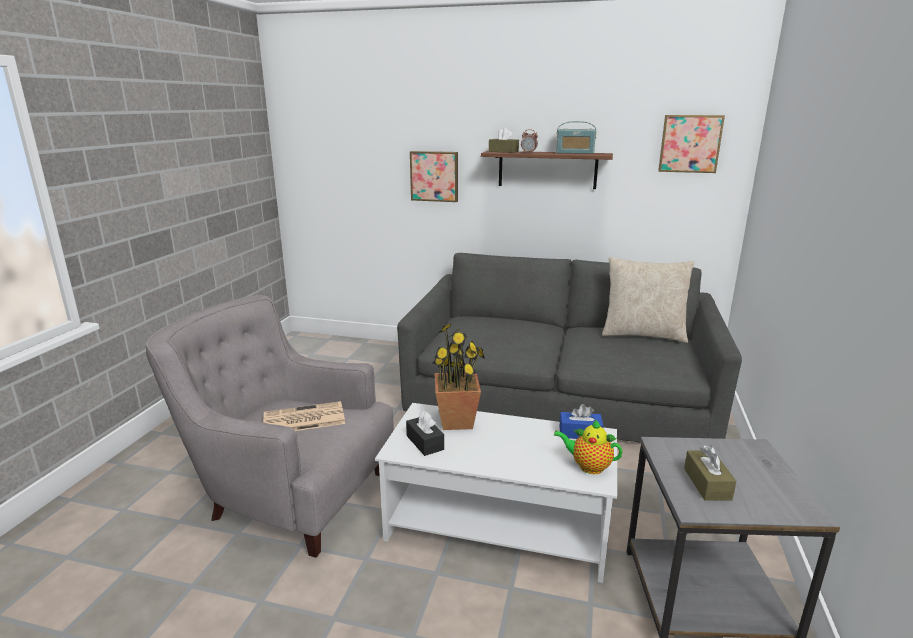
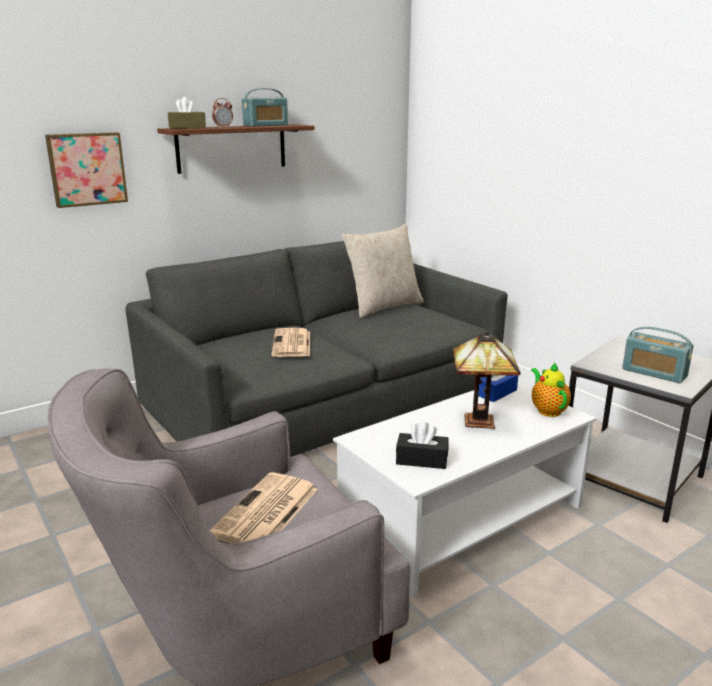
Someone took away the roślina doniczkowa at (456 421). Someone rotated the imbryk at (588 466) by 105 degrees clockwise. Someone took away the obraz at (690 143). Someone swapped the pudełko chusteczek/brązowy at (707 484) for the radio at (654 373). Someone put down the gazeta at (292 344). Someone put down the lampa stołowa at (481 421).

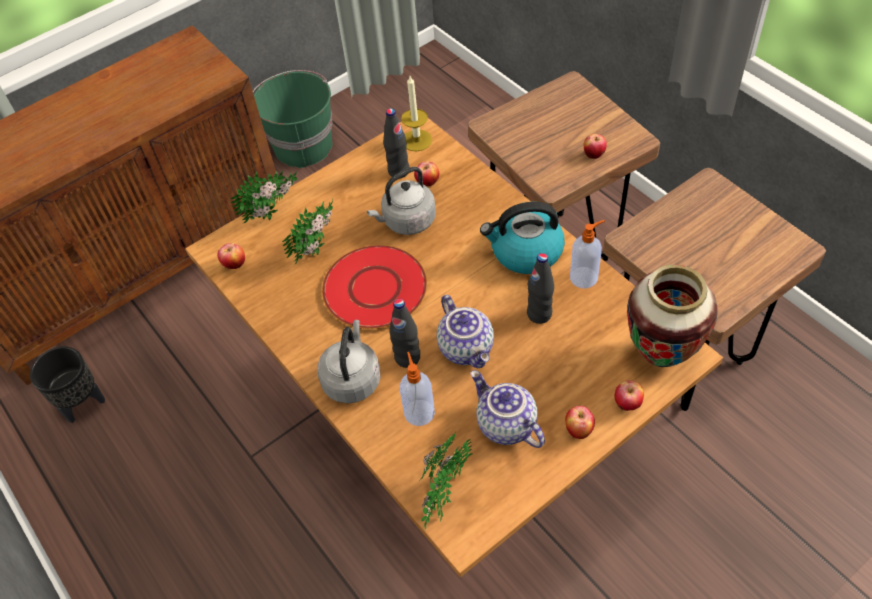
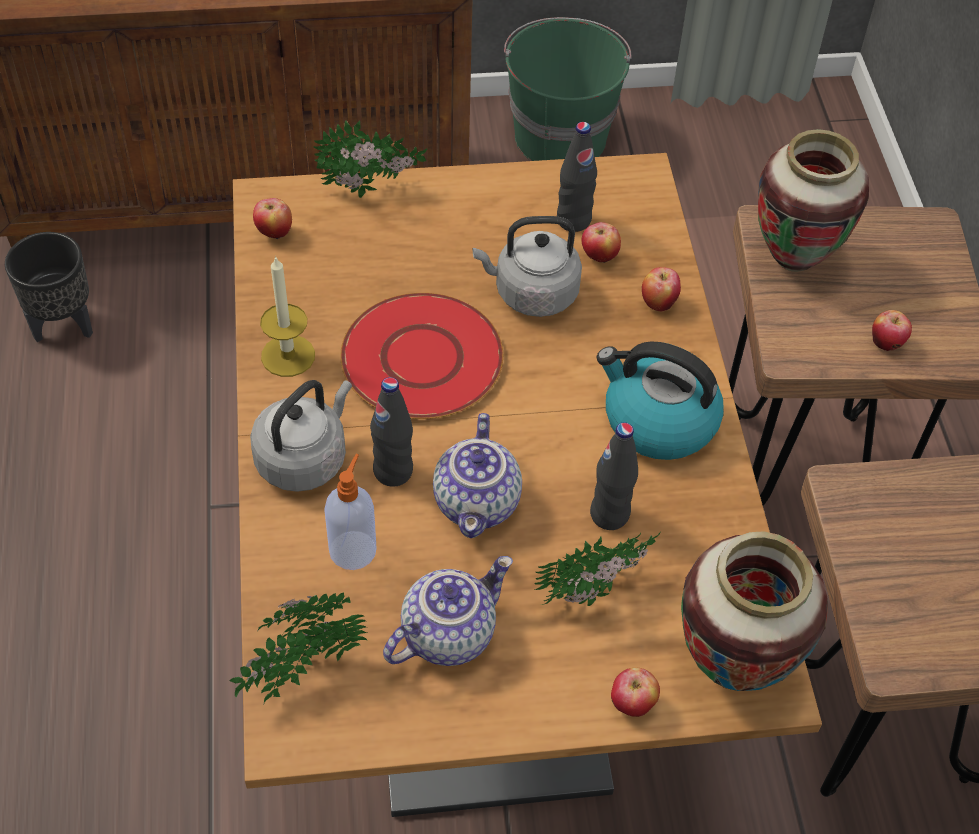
Someone carried the roślina doniczkowa from (318 248) to (597 593). Someone carried the świeca from (417 140) to (288 355). Someone rotated the imbryk at (505 425) by 60 degrees clockwise. Someone carried the jabłko from (578 430) to (658 303). Someone took away the dozownik mydła at (584 277). Someone put down the wazon at (794 259).

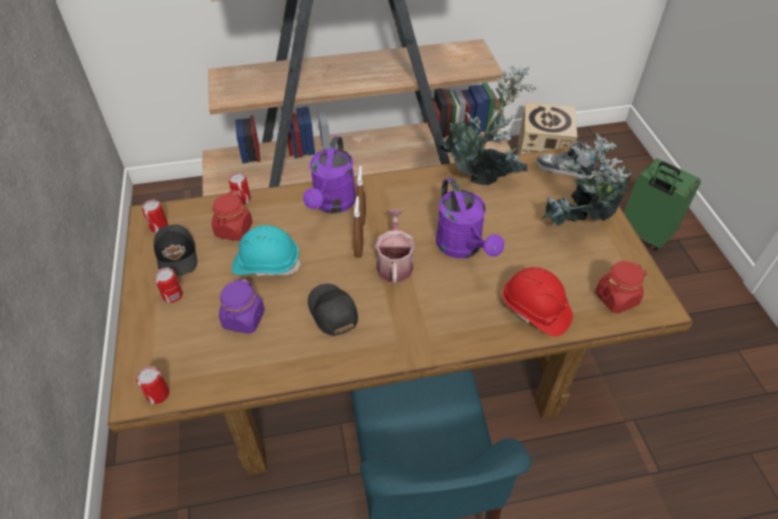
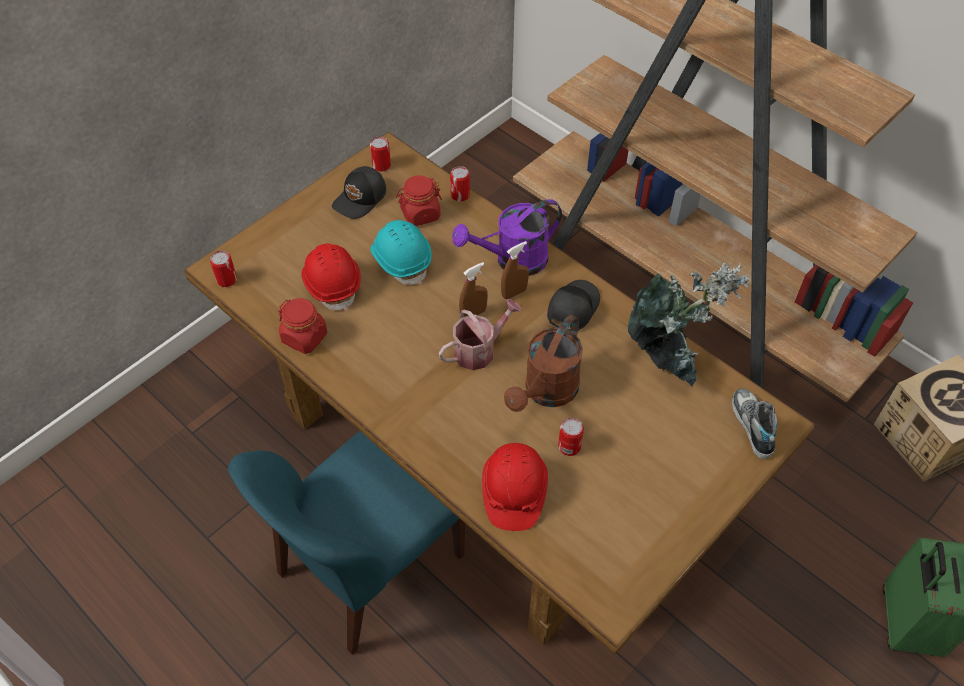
Someone carried the puszka from (172 295) to (569 446). Someone swapped the słoik/fioletowy at (244 319) for the kask/czerwony at (332 283). Someone carried the czapka z daszkiem/czarny from (332 312) to (572 308). Someone repainted the konewka/fioletowy at (463 248), which became the konewka/brązowy at (546 392). Someone took away the roślina doniczkowa at (578 227). Someone carried the słoik/czerwony from (616 298) to (305 337).

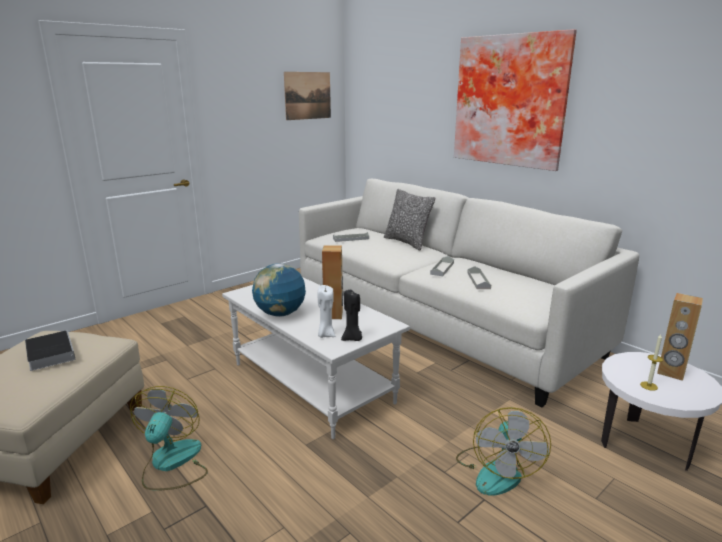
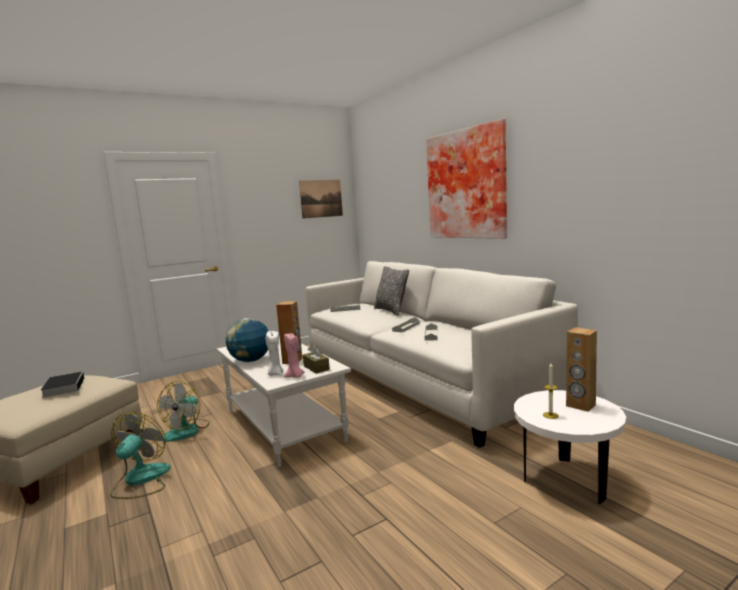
Someone repainted the świeca/czarny at (352 339), which became the świeca/różowy at (295 376). Someone carried the wentylator from (497 470) to (187 431). Someone put down the pudełko chusteczek/brązowy at (316 368).

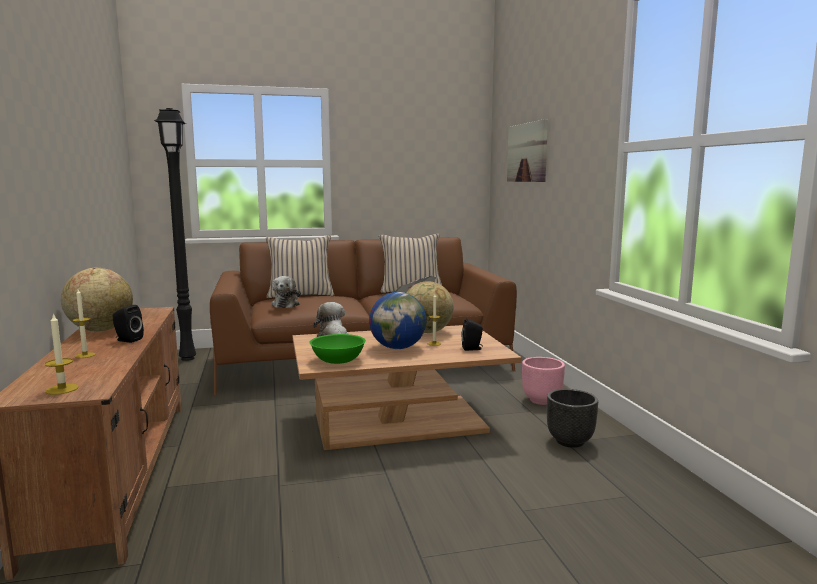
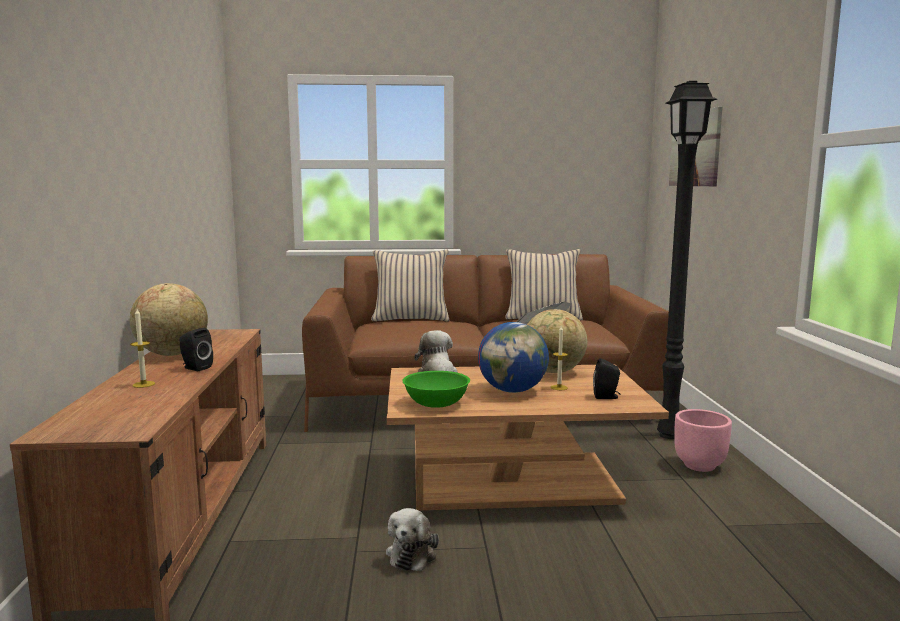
Someone took away the świeca at (62 389). Someone carried the lampa stojąca/czarny from (189 358) to (669 435). Someone carried the pluszak from (286 304) to (412 553). Someone took away the donica/czarny at (570 441).

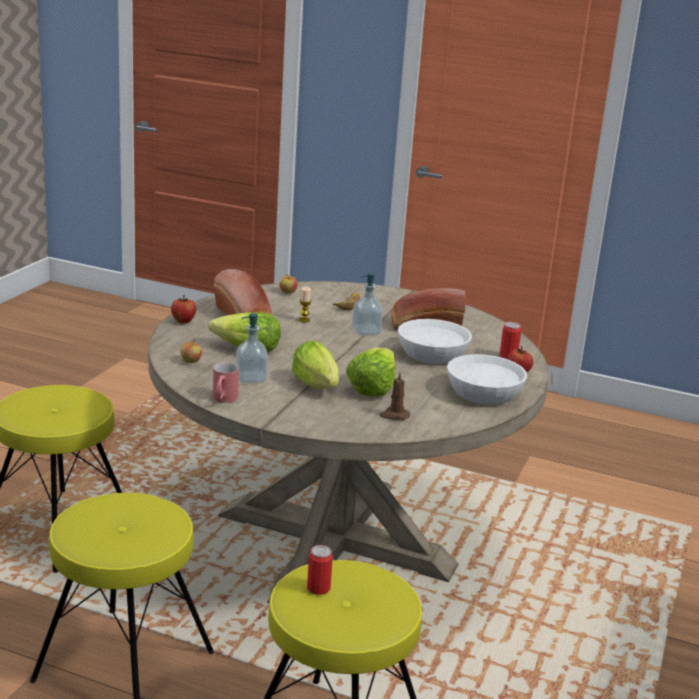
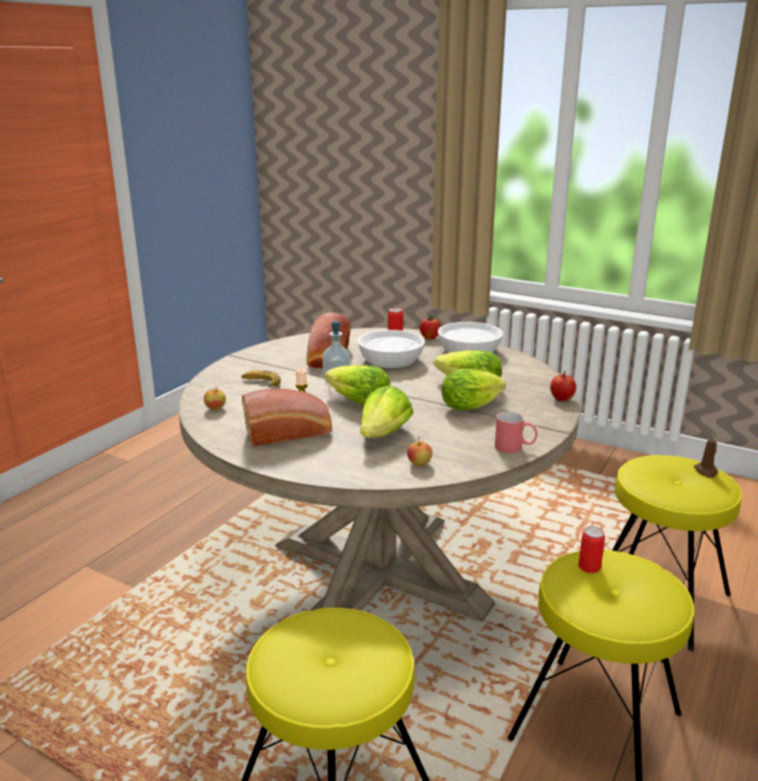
Someone carried the jabłko from (183 321) to (562 398). Someone took away the dozownik mydła at (251 378). Someone carried the puszka from (318 588) to (589 567). Someone carried the świeca/brązowy from (394 415) to (706 471). Someone put down the sałata at (358 402).

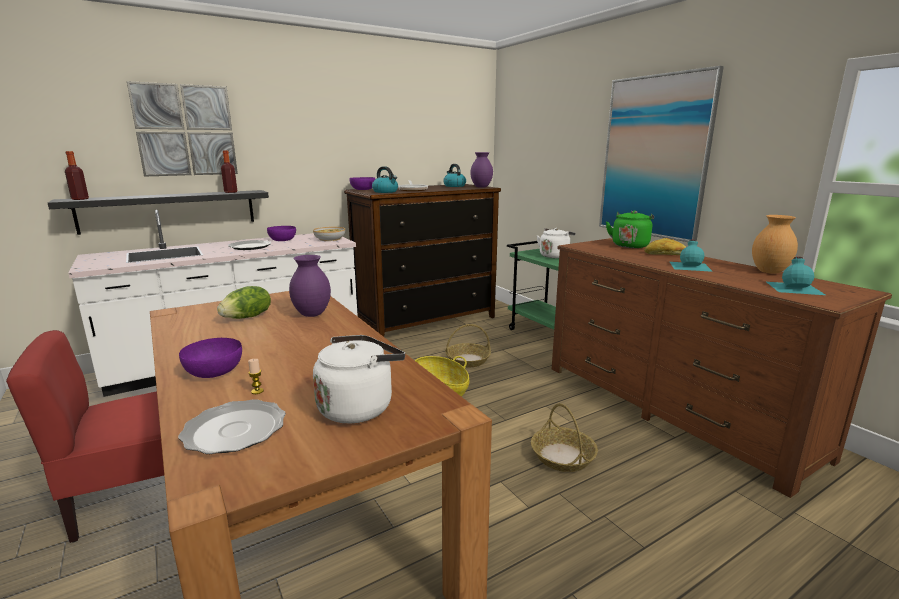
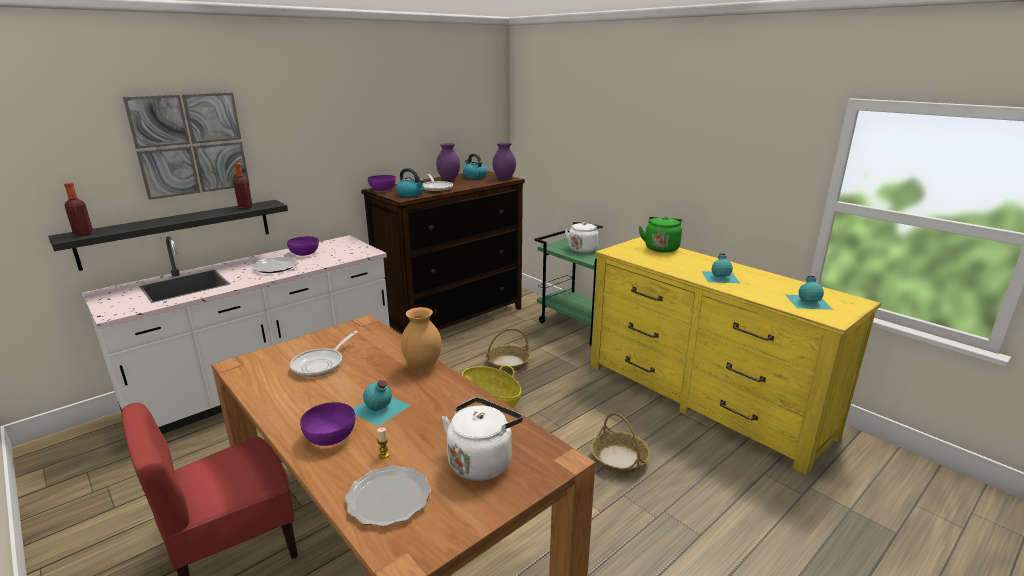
Someone swapped the sałata at (248 317) for the patelnia at (321 364). Someone carried the wazon/fioletowy from (311 314) to (448 179). Someone took away the miska at (330 239). Someone repainted the komoda/brązowy at (670 408), which became the komoda/żółty at (703 398). Someone took away the obraz at (654 157). Someone took away the chleb at (665 254). Someone carried the wazon/brązowy from (769 272) to (423 365). Someone put down the butelka/turkusowy at (379 408).

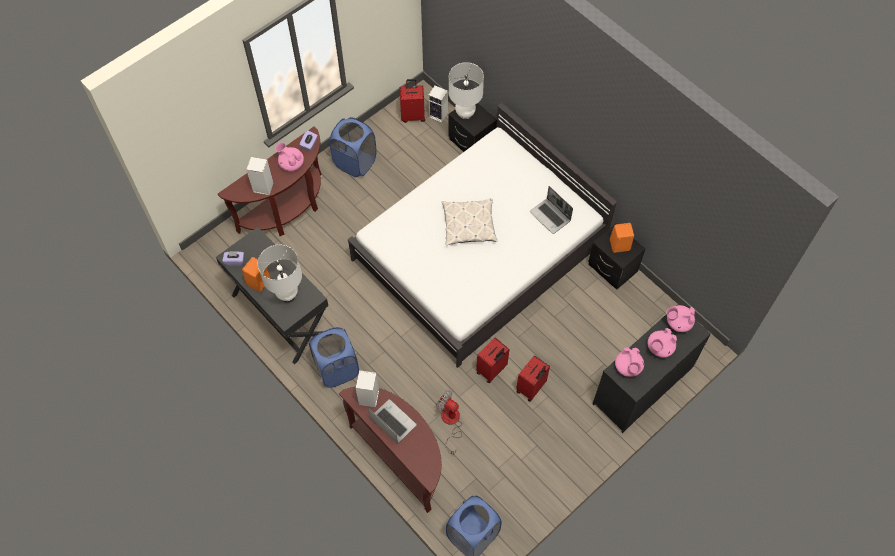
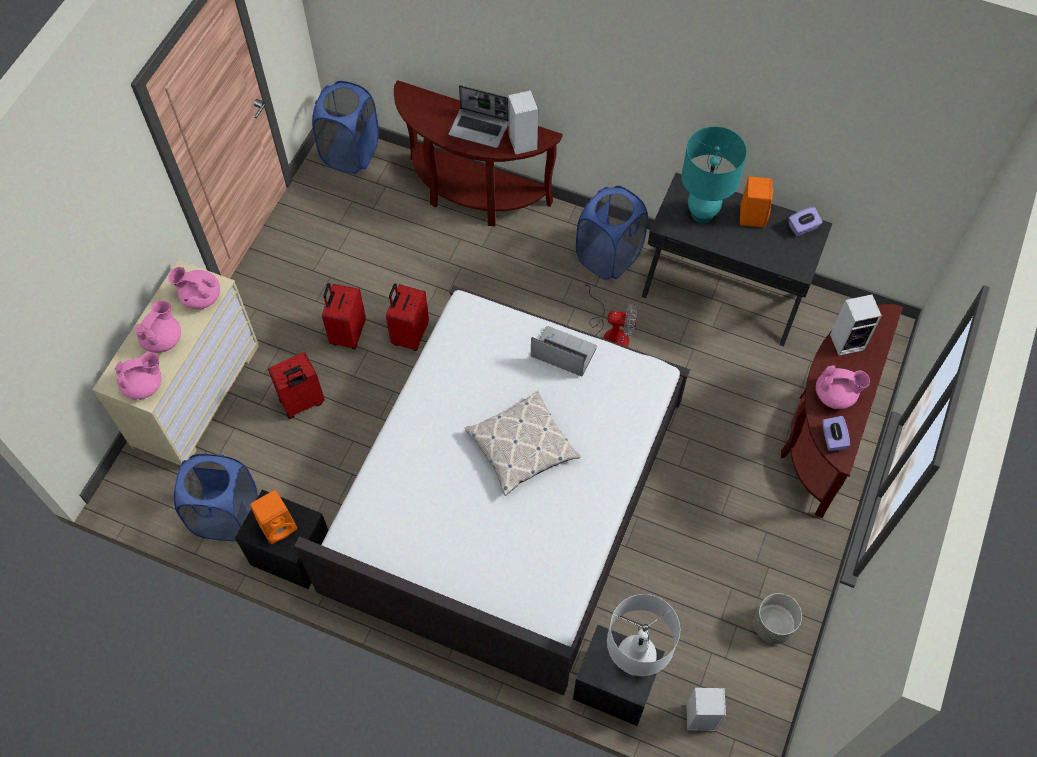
Someone repainted the lampa stołowa/biały at (287 295), which became the lampa stołowa/turkusowy at (702 214). Someone carried the kosz na pranie/niebieski from (355 162) to (227 516). Someone carried the walizka/czerwony from (413 115) to (302 403). Someone carried the wentylator from (450 422) to (611 332). Someone carried the laptop from (550 216) to (562 353). Someone repainted the komoda/czarny at (643 387), which became the komoda/beżowy at (196 395). Someone rotated the imbryk/różowy at (628 367) by 45 degrees counterclockwise. Someone put down the donica/szary at (773 625).

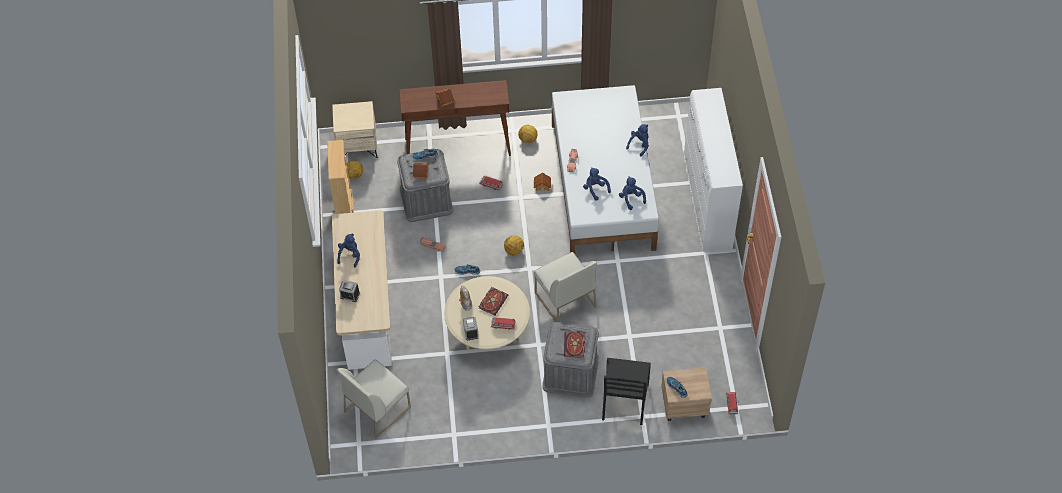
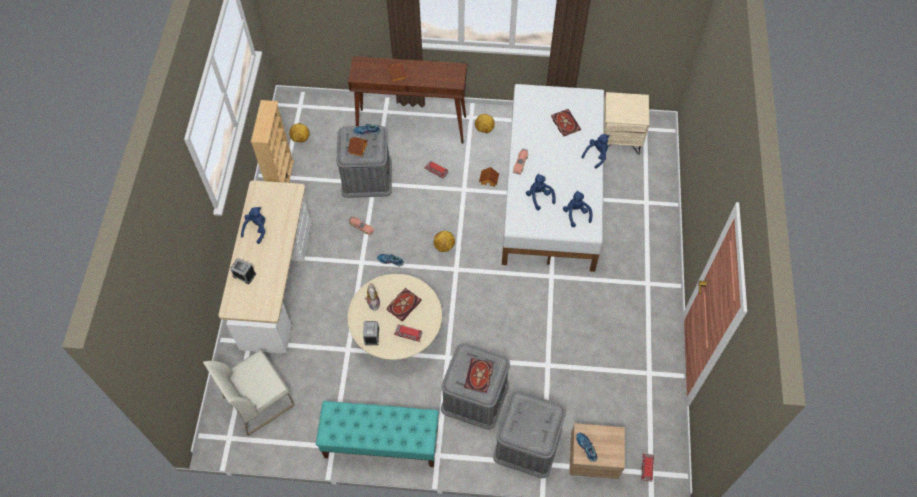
Someone carried the szafka nocna/beżowy from (358 146) to (619 139). Someone took away the krzesło/biały at (564 300). Someone swapped the krzesło/czarny at (624 402) for the pojemnik do przechowywania/szary at (527 443). Someone took away the komoda/biały at (706 203). Someone put down the ławka/turkusowy at (381 443). Someone put down the książka at (564 123).

